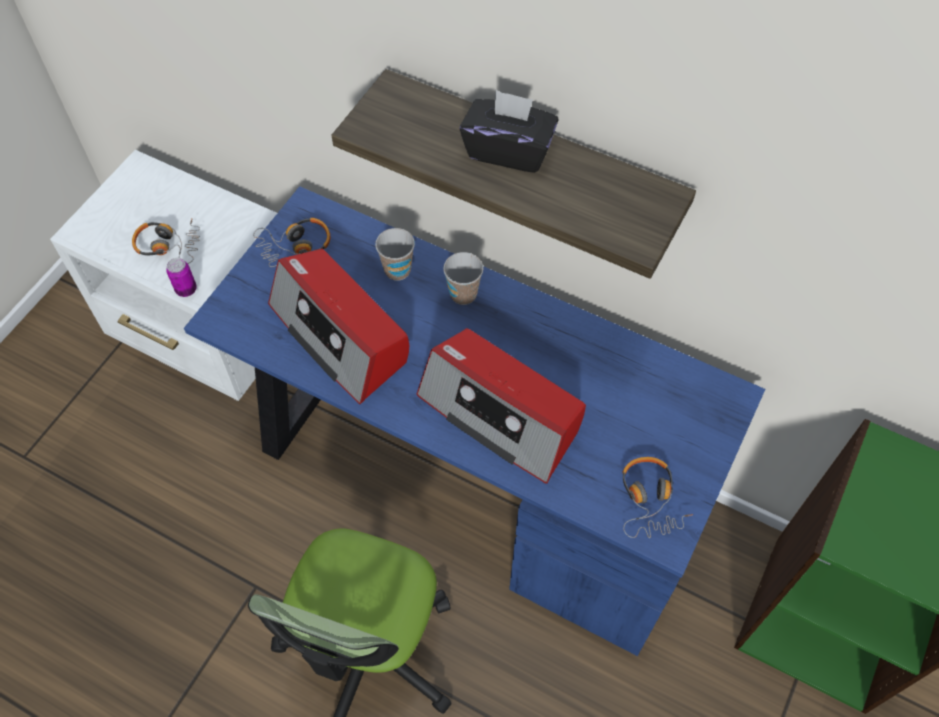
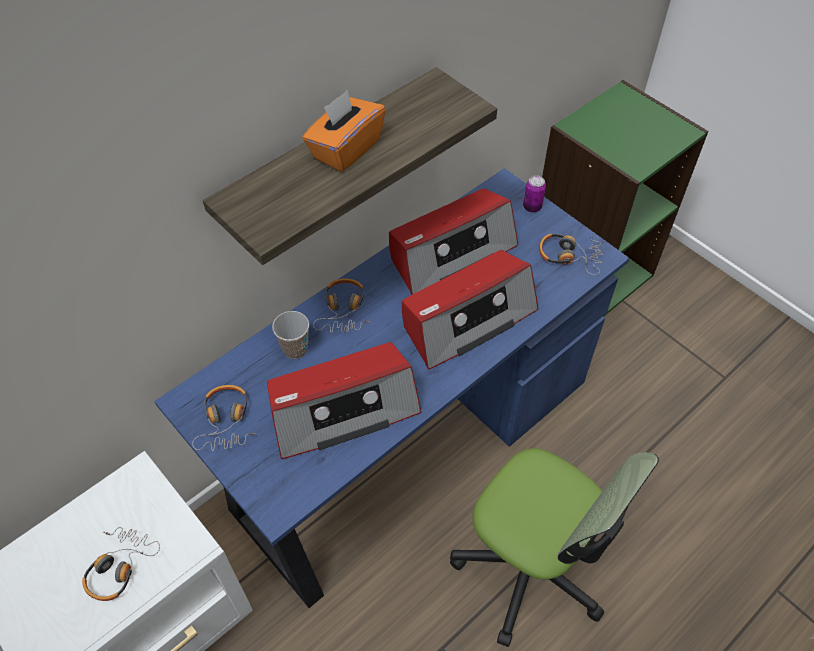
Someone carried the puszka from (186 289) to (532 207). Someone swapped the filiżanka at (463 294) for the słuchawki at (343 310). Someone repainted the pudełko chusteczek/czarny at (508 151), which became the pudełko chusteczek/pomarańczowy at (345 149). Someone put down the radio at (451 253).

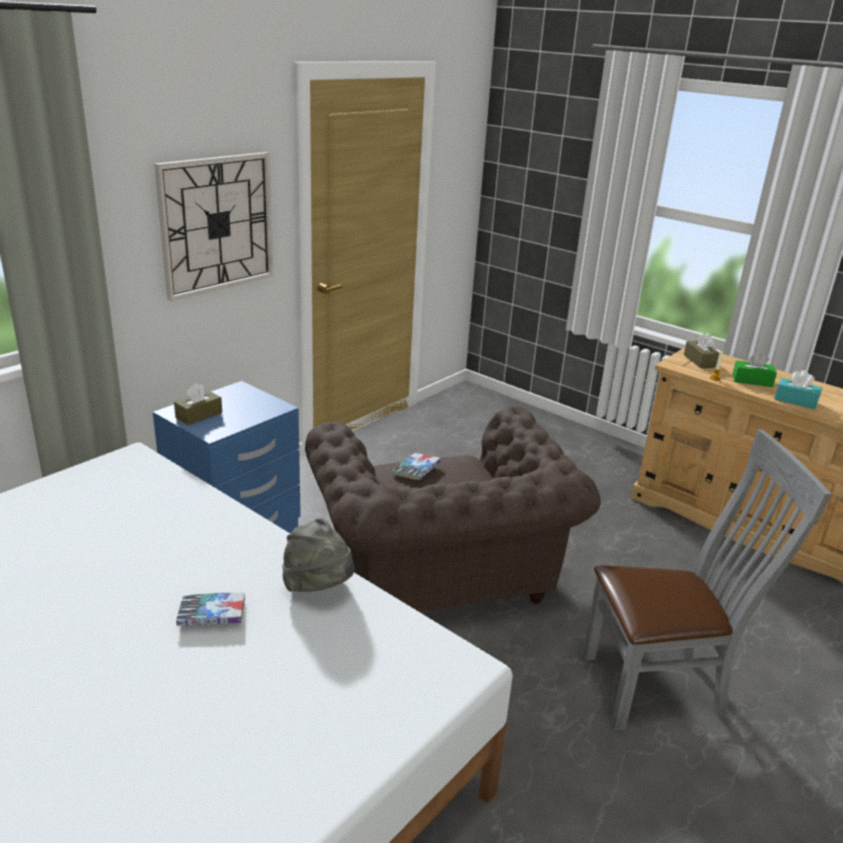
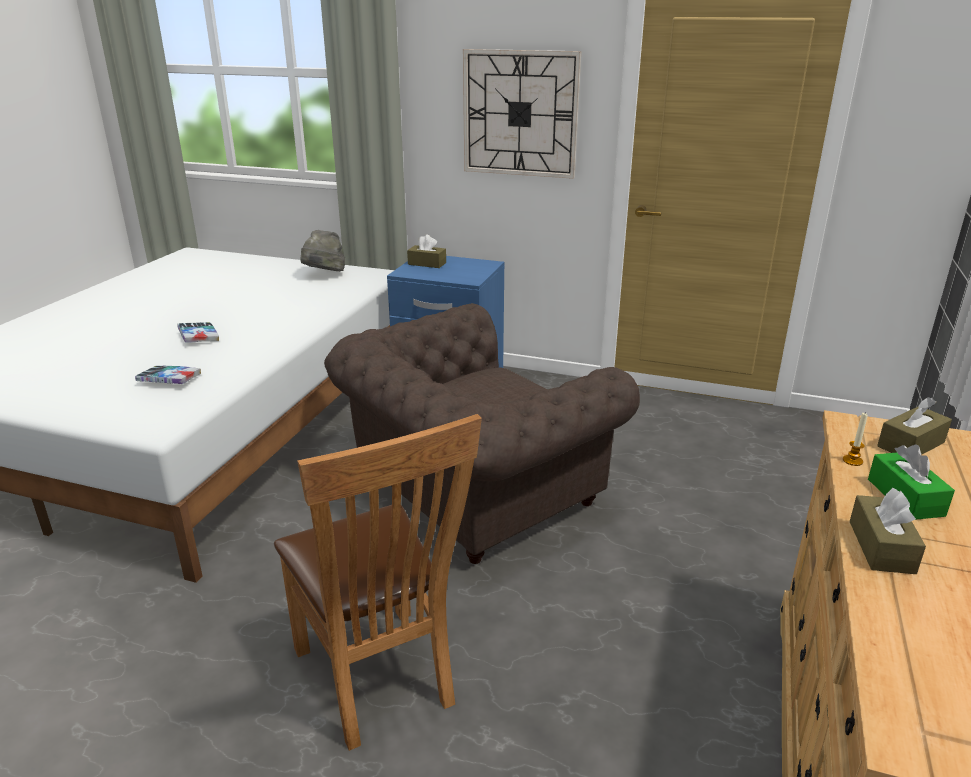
Someone carried the kapelusz/szary from (319 588) to (324 275). Someone carried the książka from (416 470) to (169 380). Someone repainted the krzesło/szary at (661 686), which became the krzesło/brązowy at (379 681). Someone repainted the pudełko chusteczek/turkusowy at (795 400), which became the pudełko chusteczek/brązowy at (881 547).

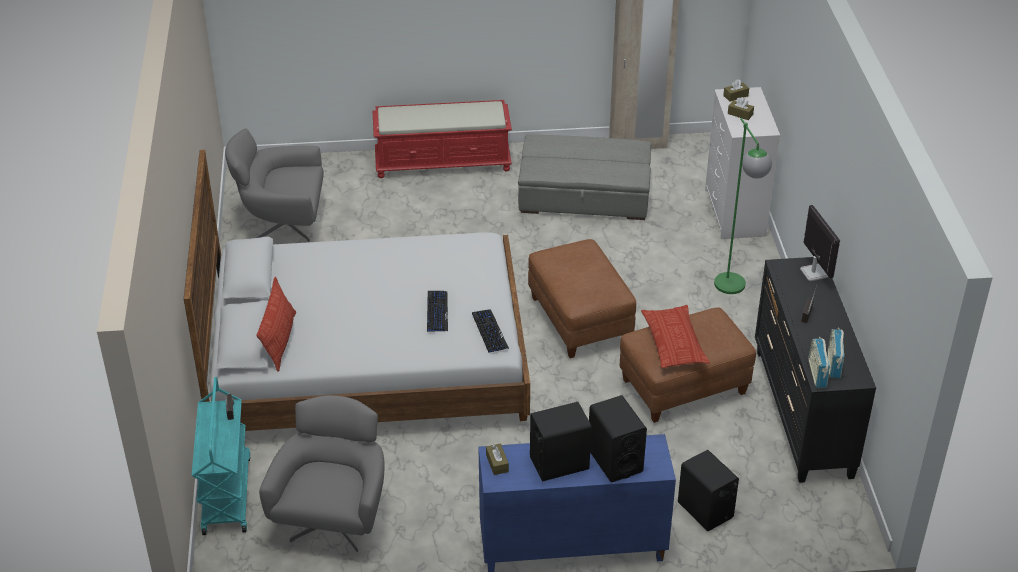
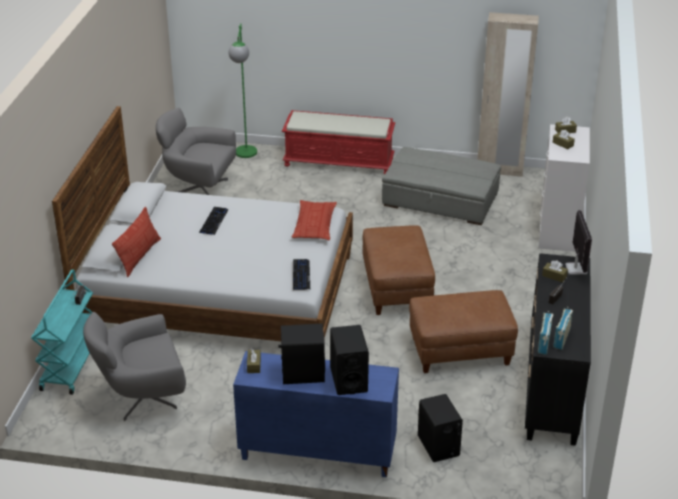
Someone rotated the fotel/szary at (333 519) by 135 degrees counterclockwise. Someone carried the klawiatura from (437 312) to (214 221). Someone carried the poduszka from (674 342) to (314 224). Someone carried the lampa stojąca/zielony from (734 291) to (245 156). Someone put down the pudełko chusteczek/brązowy at (554 276).

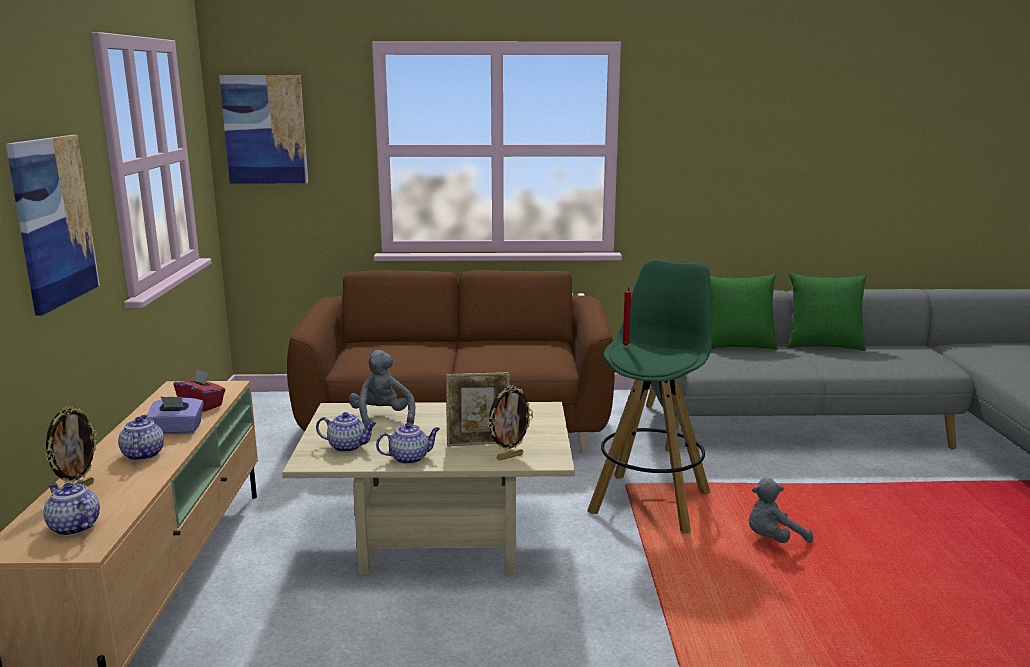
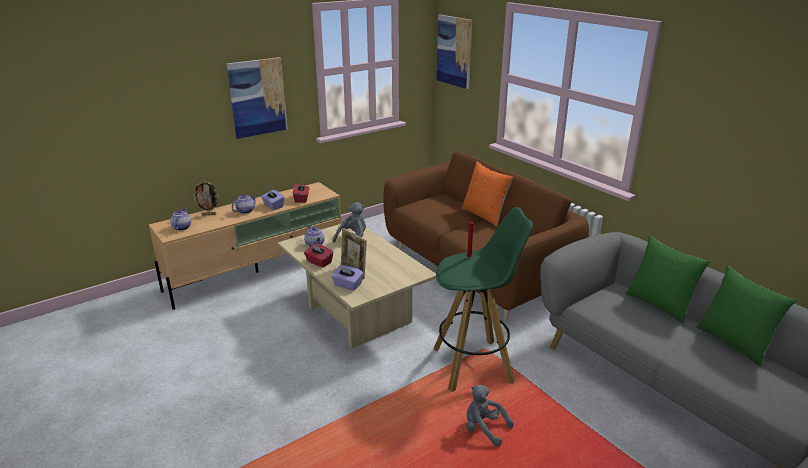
Someone swapped the imbryk at (410 458) for the pudełko chusteczek/czerwony at (319 262). Someone swapped the ramka na zdjęcie at (509 456) for the pudełko chusteczek/fioletowy at (347 285). Someone put down the poduszka/pomarańczowy at (484 215).

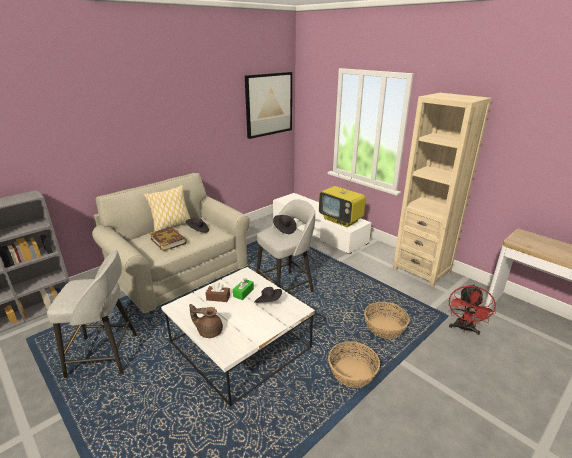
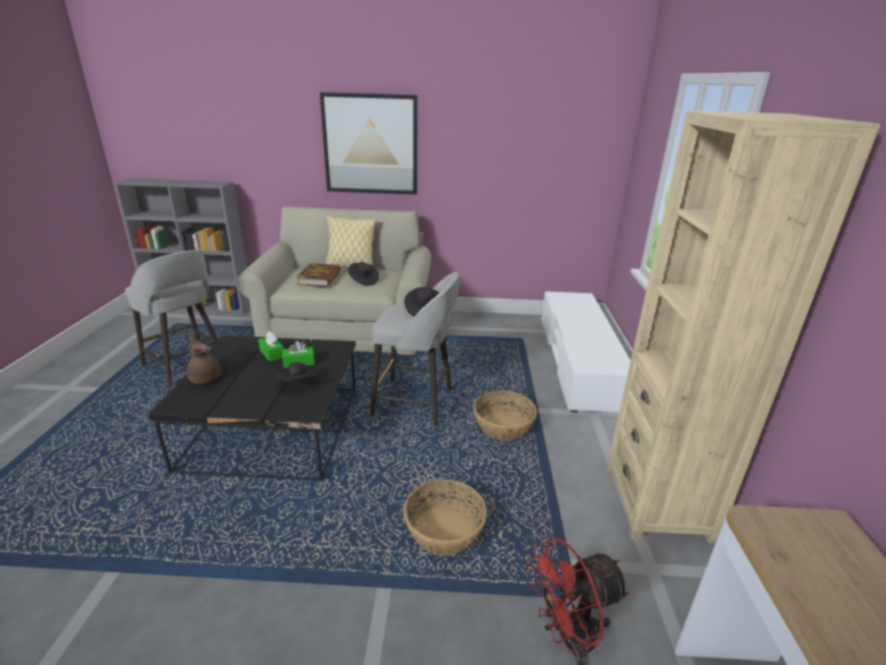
Someone repainted the ława/biały at (240 343), which became the ława/czarny at (275 426). Someone repainted the pudełko chusteczek/brązowy at (218 297), which became the pudełko chusteczek/zielony at (272 354). Someone carried the obraz from (269 104) to (370 144). Someone took away the telewizor at (341 220). Someone carried the koszyk from (352 373) to (503 426).

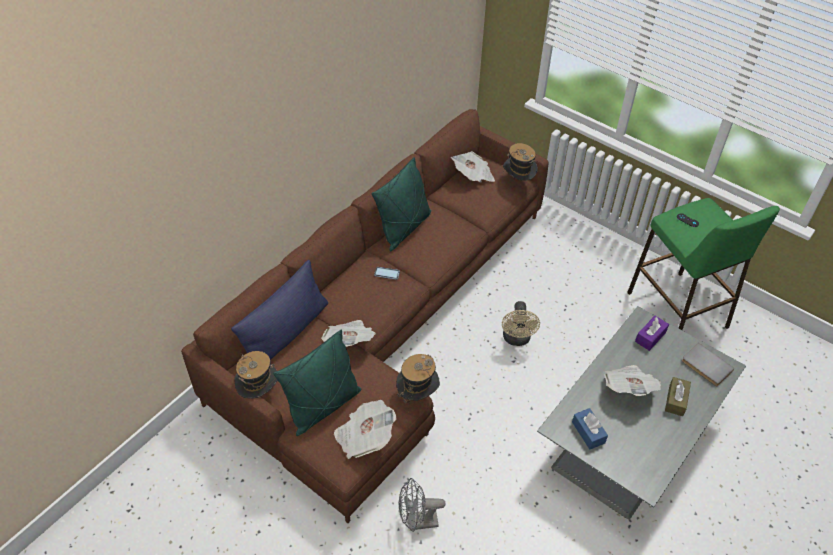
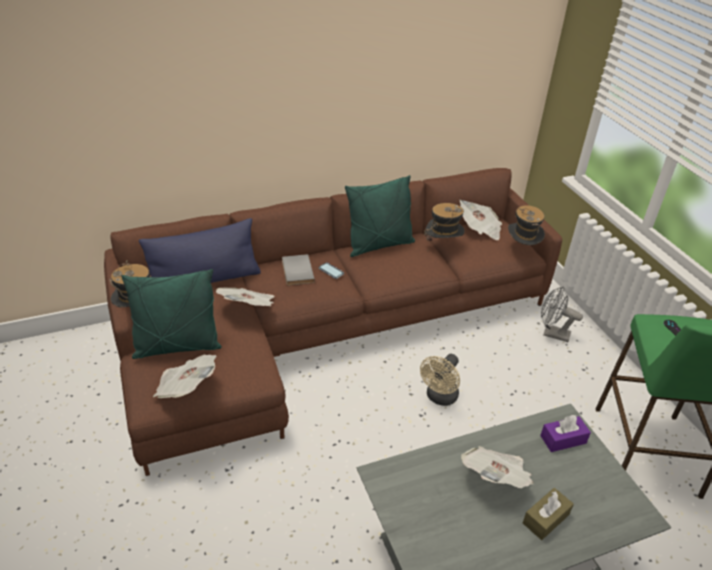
Someone carried the kapelusz from (417 395) to (442 246). Someone carried the wentylator/szary from (417 522) to (552 333). Someone took away the pudełko chusteczek/niebieski at (588 432). Someone carried the książka/szary from (705 366) to (296 271).

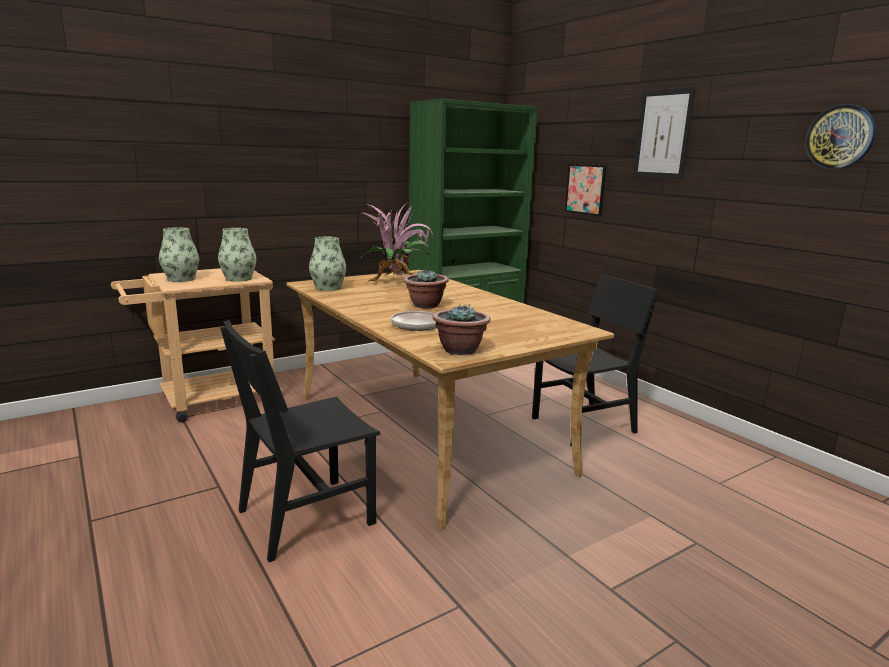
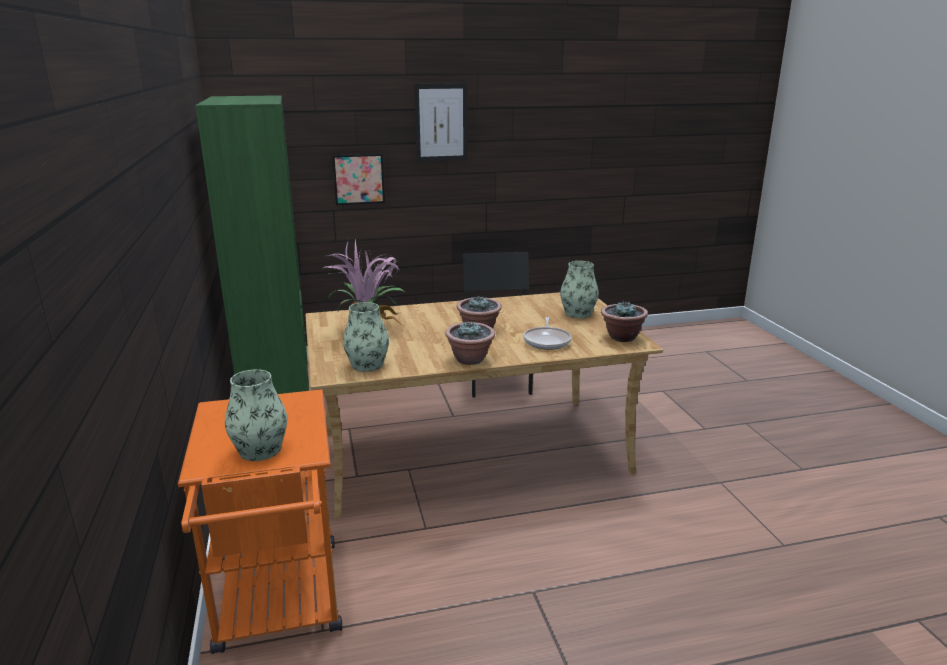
Someone repainted the wózek/beżowy at (207 401), which became the wózek/pomarańczowy at (279 605). Someone carried the wazon from (238 278) to (578 313). Someone took away the krzesło/czarny at (306 517). Someone took away the zegar ścienny at (840 137). Someone put down the roślina doniczkowa at (470 359).

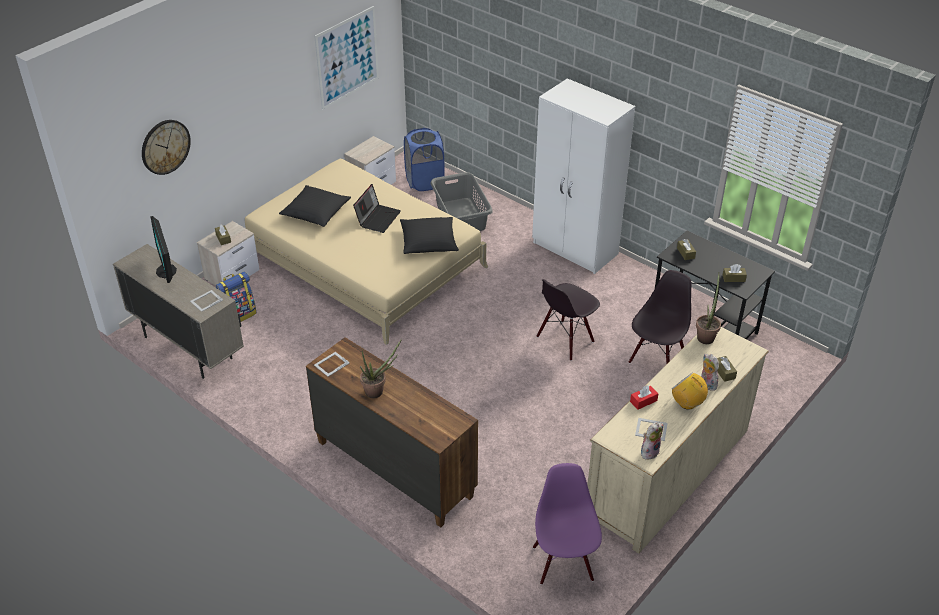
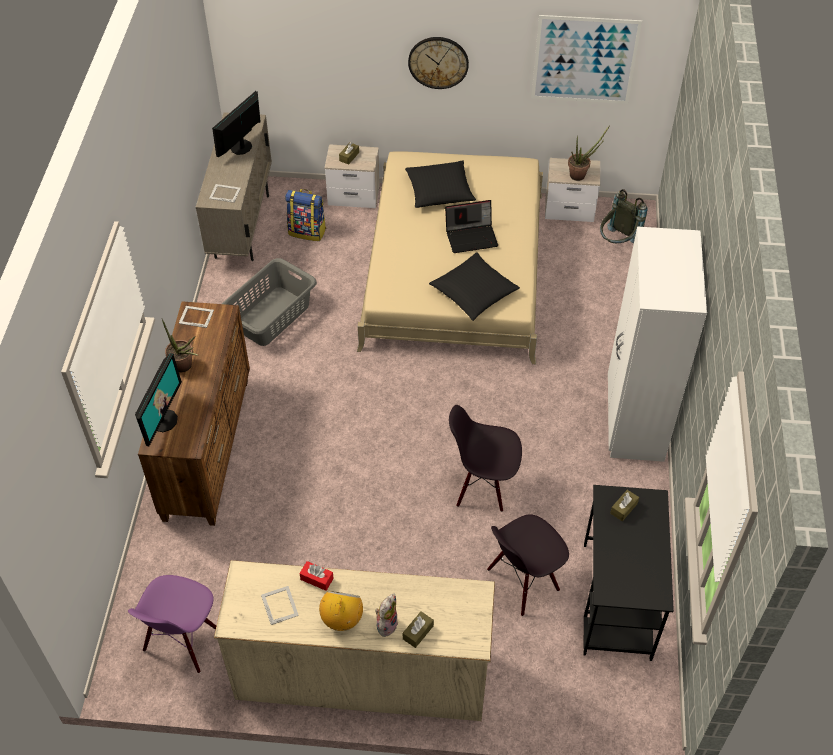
Someone carried the zegar ścienny from (165 146) to (438 62). Someone swapped the kosz na pranie/niebieski at (424 181) for the plecak/szary at (617 243). Someone carried the kosz na pranie/szary from (460 217) to (270 316). Someone rotated the krzesło/fioletowy at (564 563) by 150 degrees clockwise. Someone rotated the krzesło/czarny at (656 359) by 150 degrees clockwise. Someone took away the pluszak at (649 451). Someone carried the roślina doniczkowa from (706 336) to (580 175). Someone took away the pudełko chusteczek/brązowy at (733 278). Someone put down the monitor at (164 420).

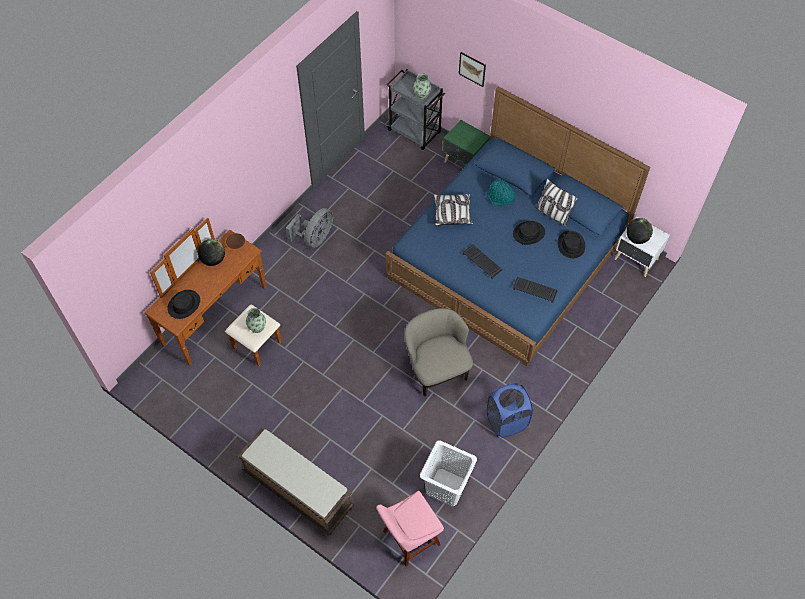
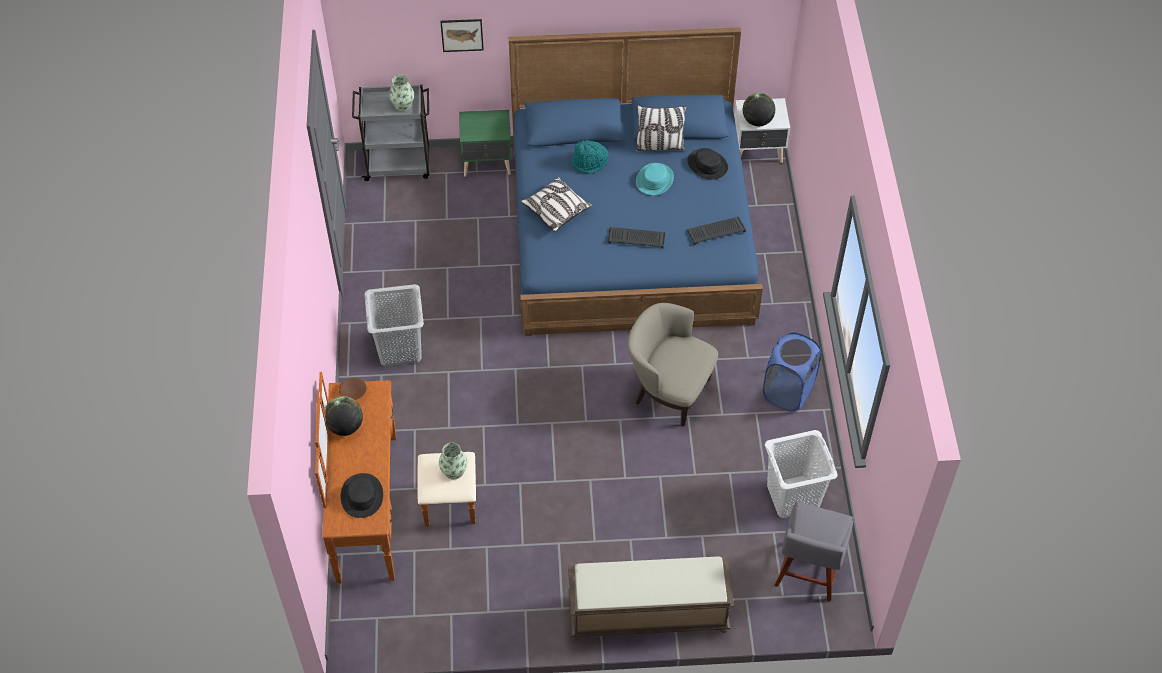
Someone swapped the wentylator/szary at (315 238) for the kosz na pranie/szary at (399 348). Someone repainted the krzesło/różowy at (409 539), which became the krzesło/szary at (807 573). Someone repainted the kapelusz/czarny at (528 233), which became the kapelusz/turkusowy at (654 180).

